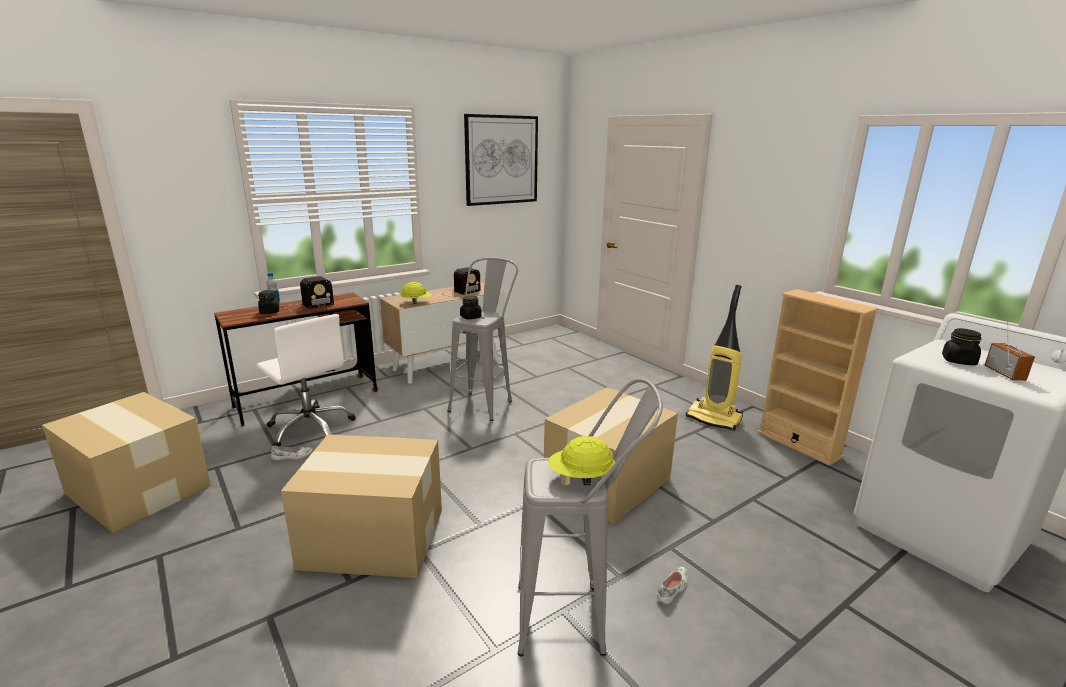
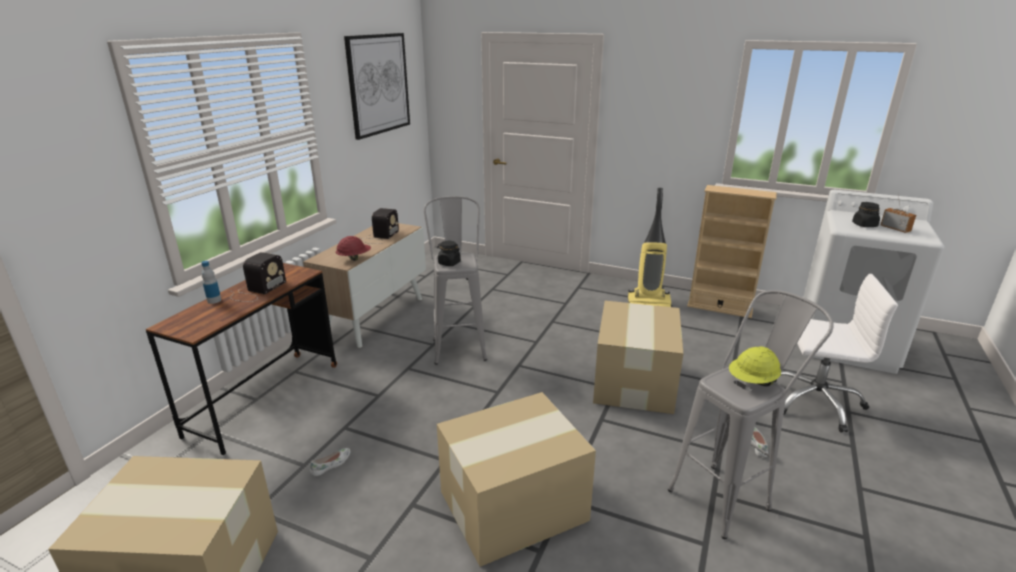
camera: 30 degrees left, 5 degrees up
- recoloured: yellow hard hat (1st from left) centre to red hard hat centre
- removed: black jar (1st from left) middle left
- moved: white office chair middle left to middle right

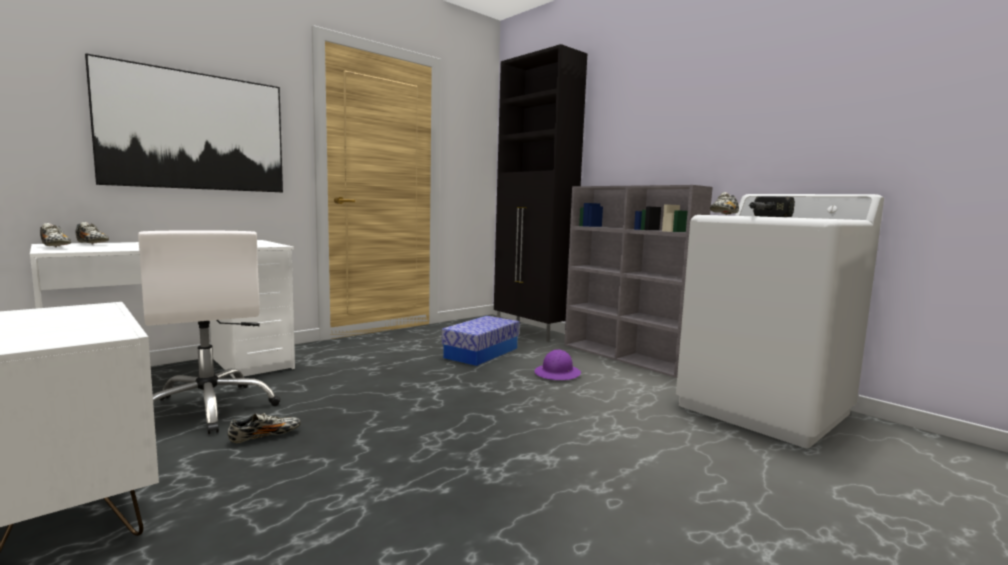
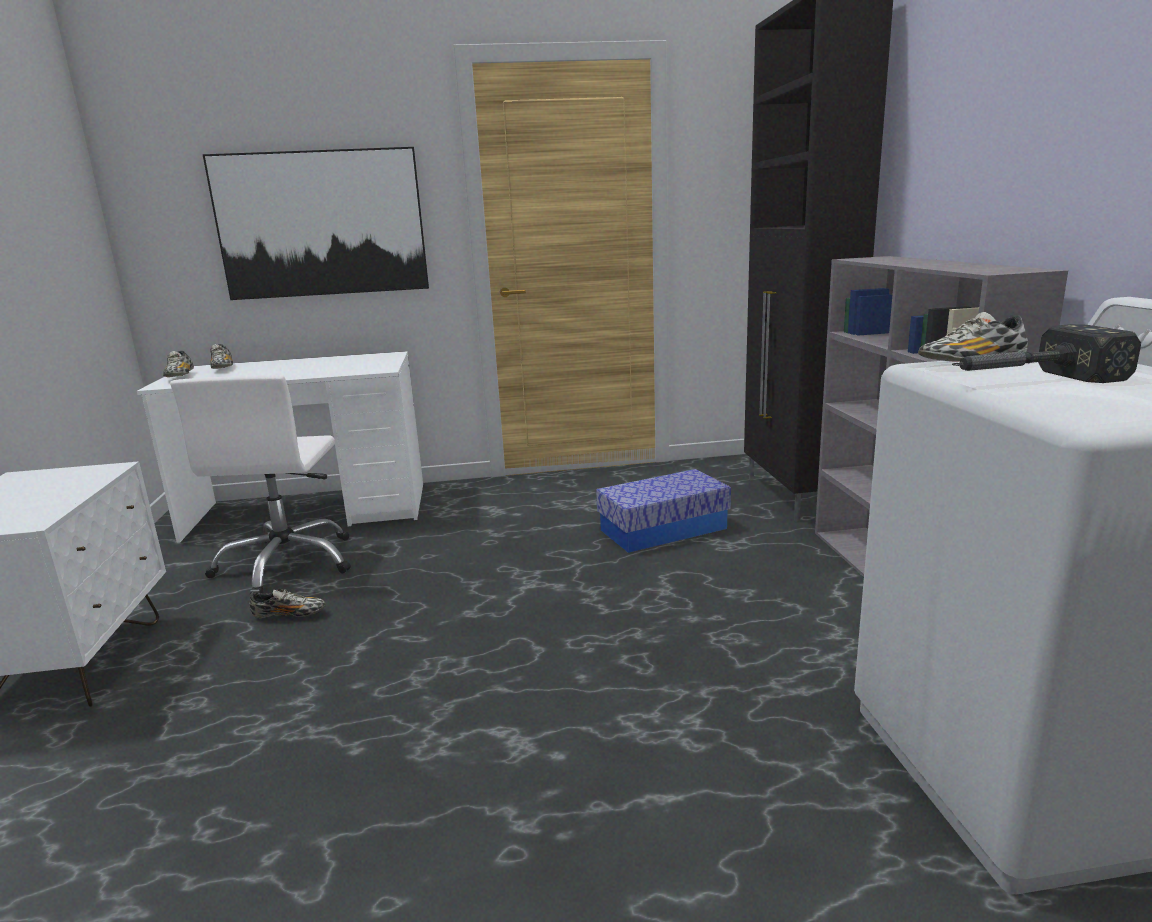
camera: 35 degrees right, 10 degrees up
- removed: purple hard hat centre

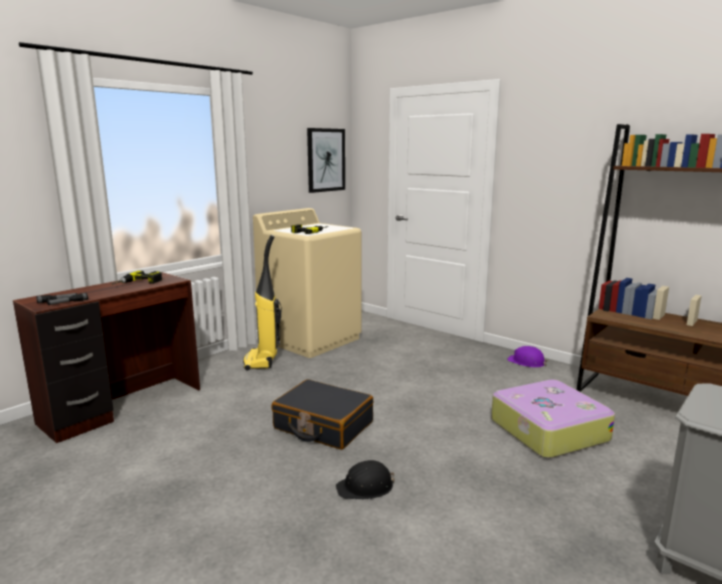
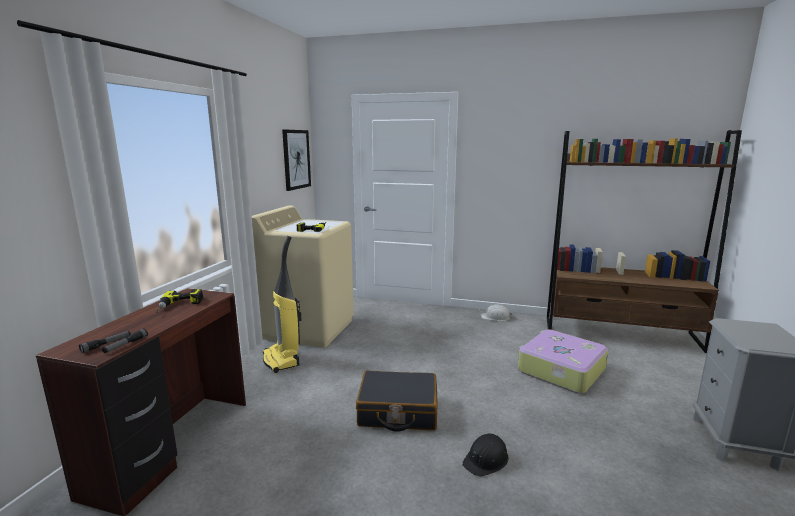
camera: 25 degrees left, 0 degrees up
- recoloured: purple hard hat middle right to white hard hat centre

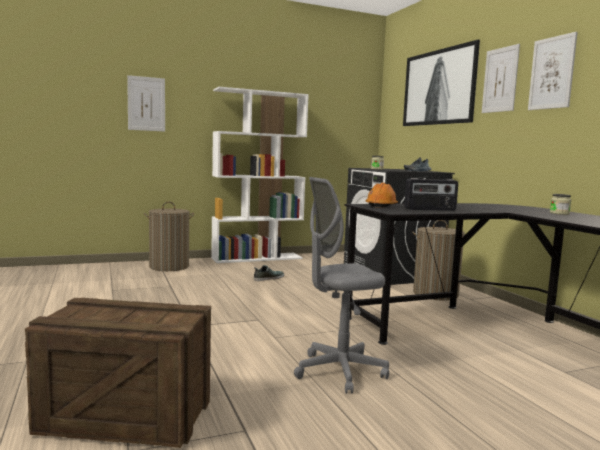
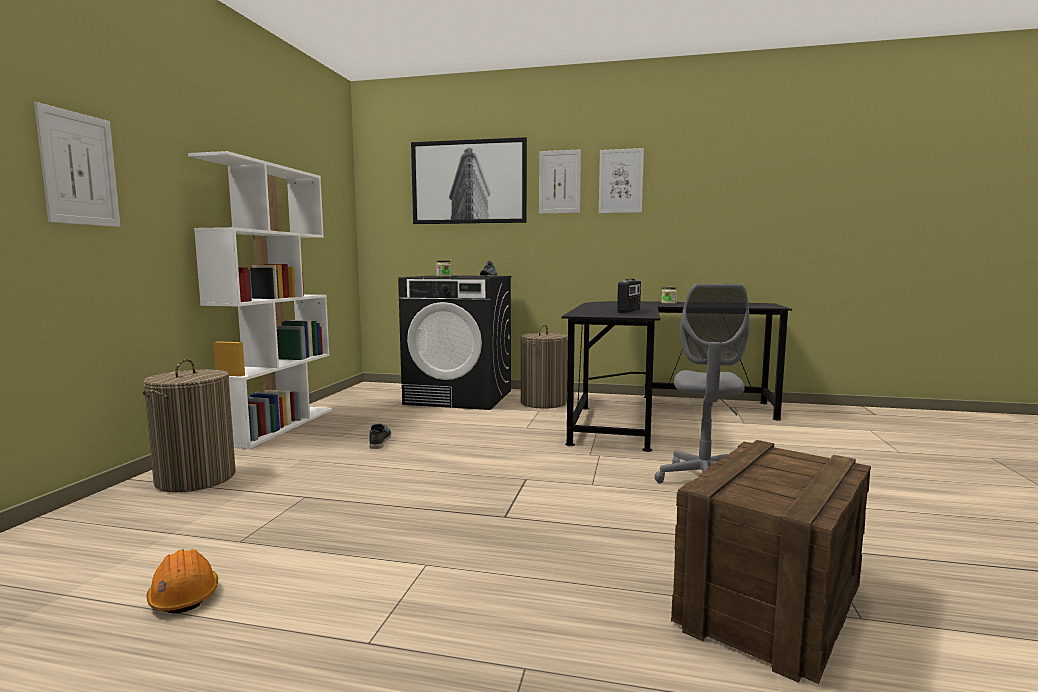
camera: 55 degrees left, 0 degrees up
- moved: orange hard hat centre to bottom left

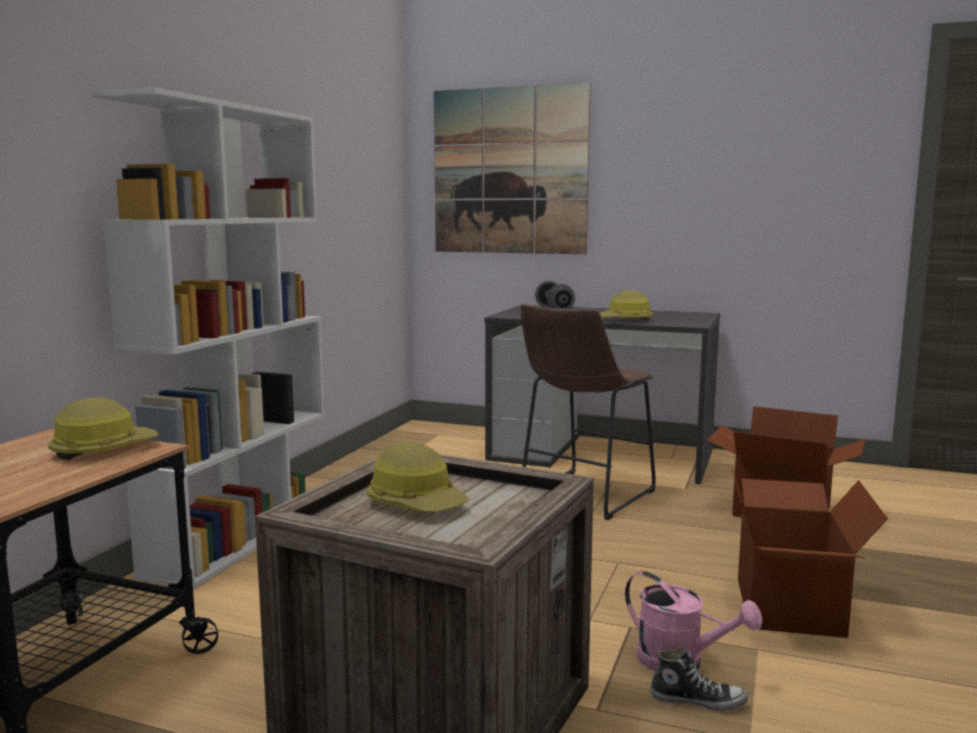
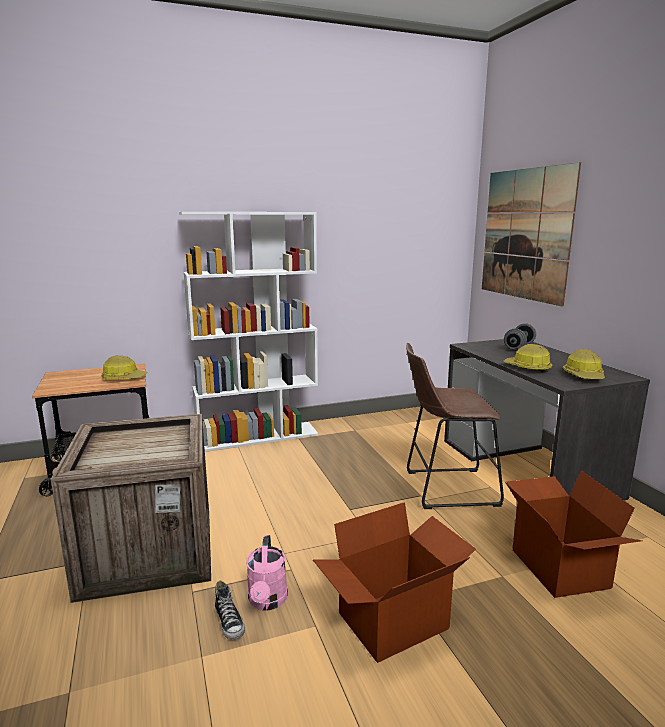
camera: 50 degrees right, 5 degrees up
- moved: hard hat (2nd from left in the first image) centre to hard hat (3rd from left) middle right

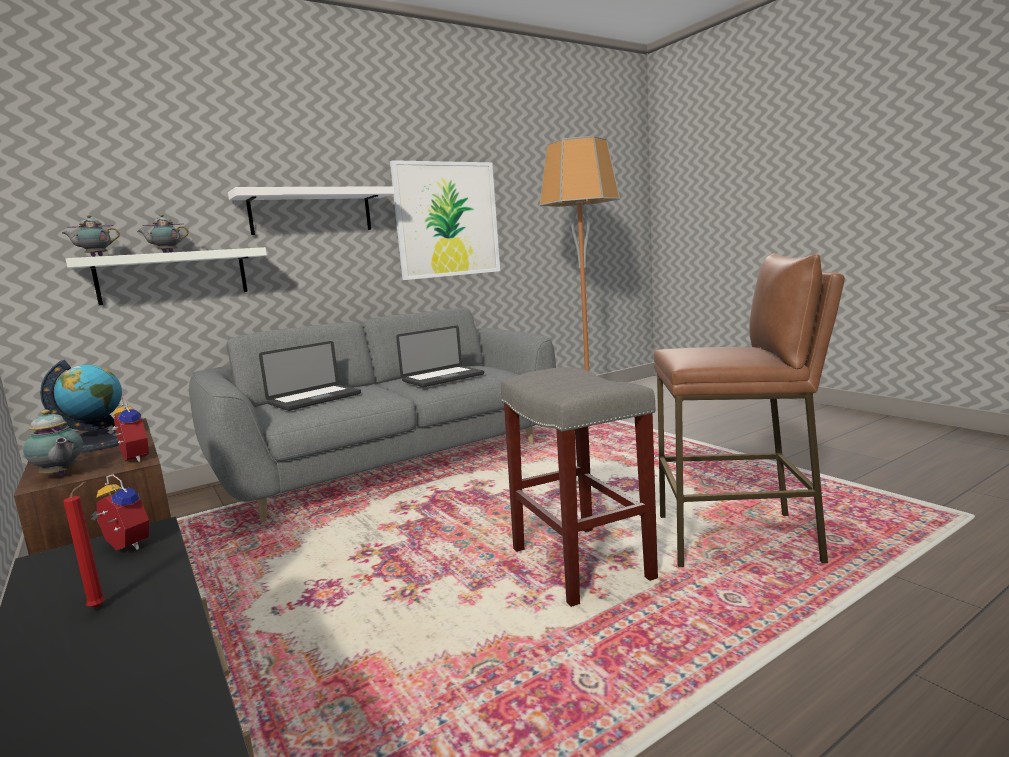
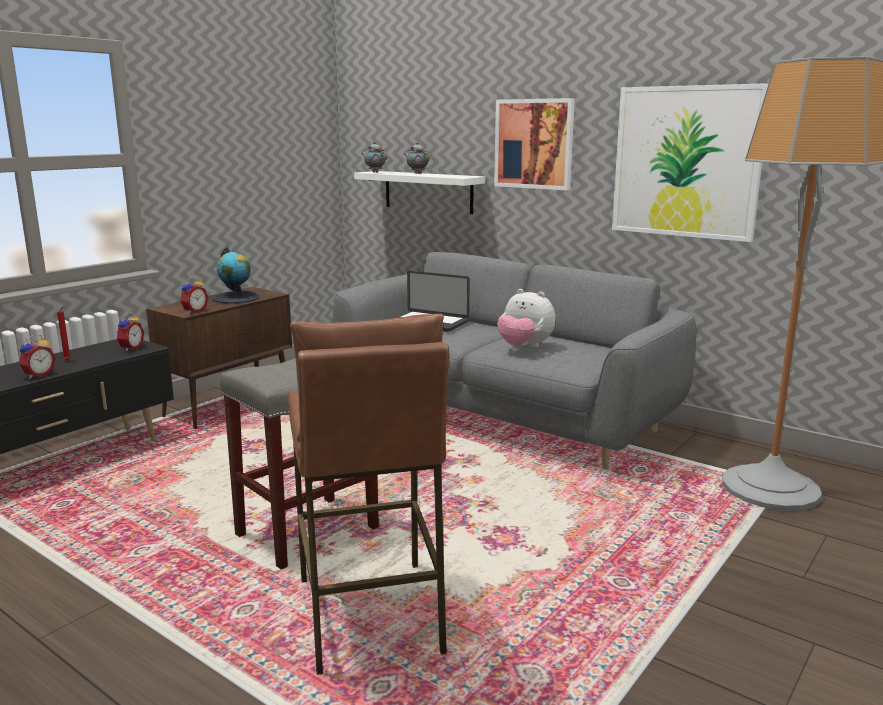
camera: 70 degrees right, 5 degrees up
- replaced: white shelf (2nd from left) top left to picture (1st from left) top centre
- replaced: laptop (2nd from left) centre to plush toy centre
- removed: teapot (1st from left) middle left
- added: alarm clock (1st from left) middle left

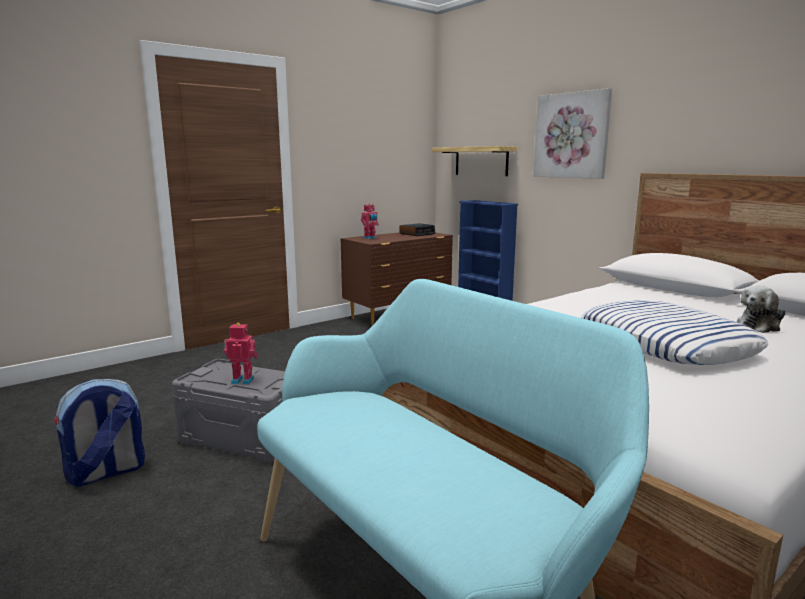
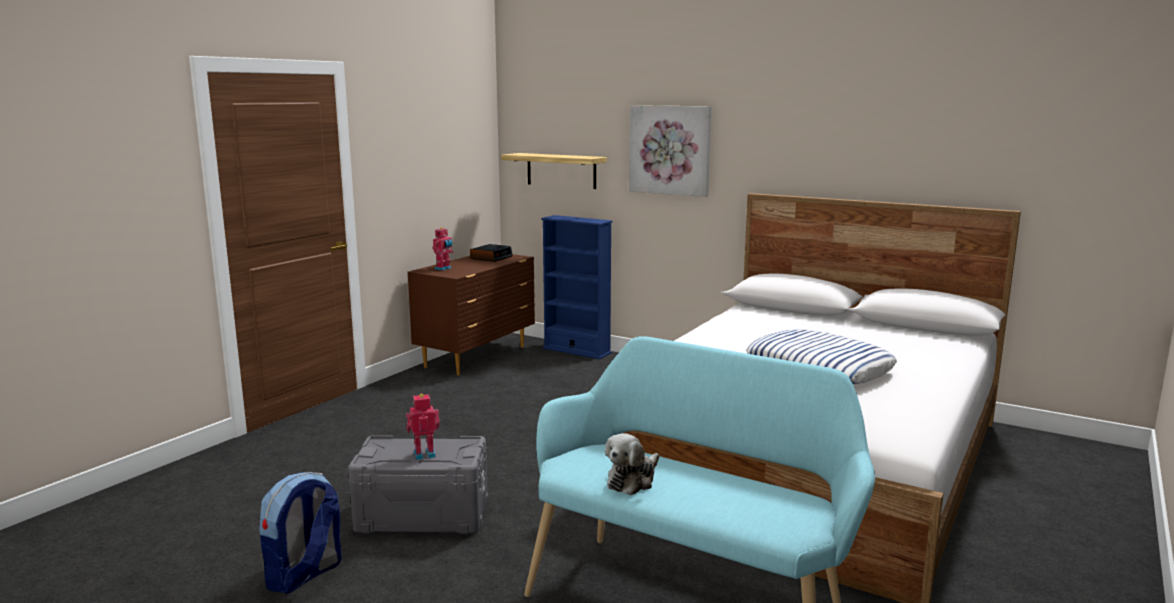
camera: 20 degrees left, 0 degrees up
- moved: plush toy middle right to bottom centre

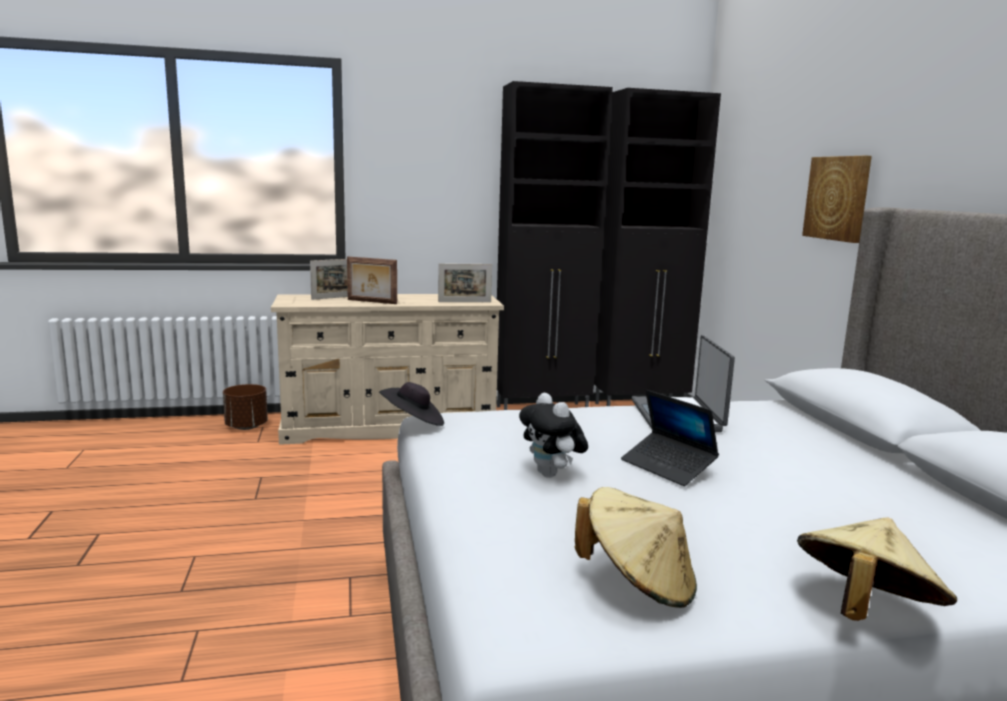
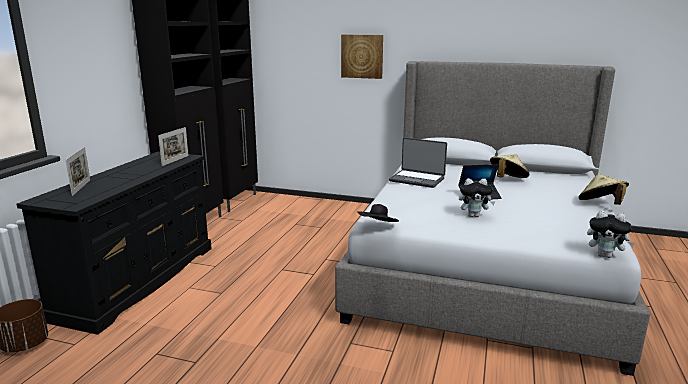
camera: 60 degrees left, 5 degrees up
- removed: picture frame (2nd from left) centre
- recoloured: beige dresser centre to black dresser middle left
- moved: beige hat (1st from left) bottom centre to middle right
- added: plush toy (2nd from left) middle right

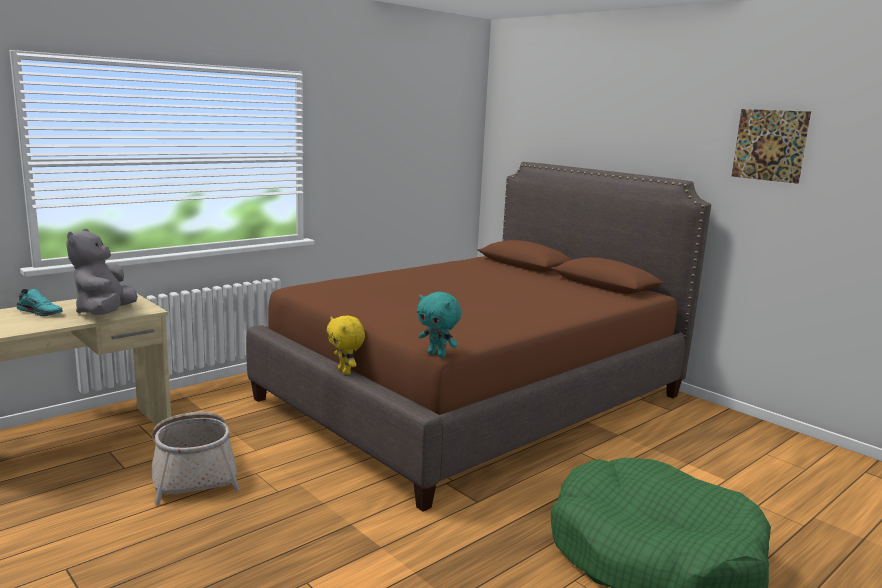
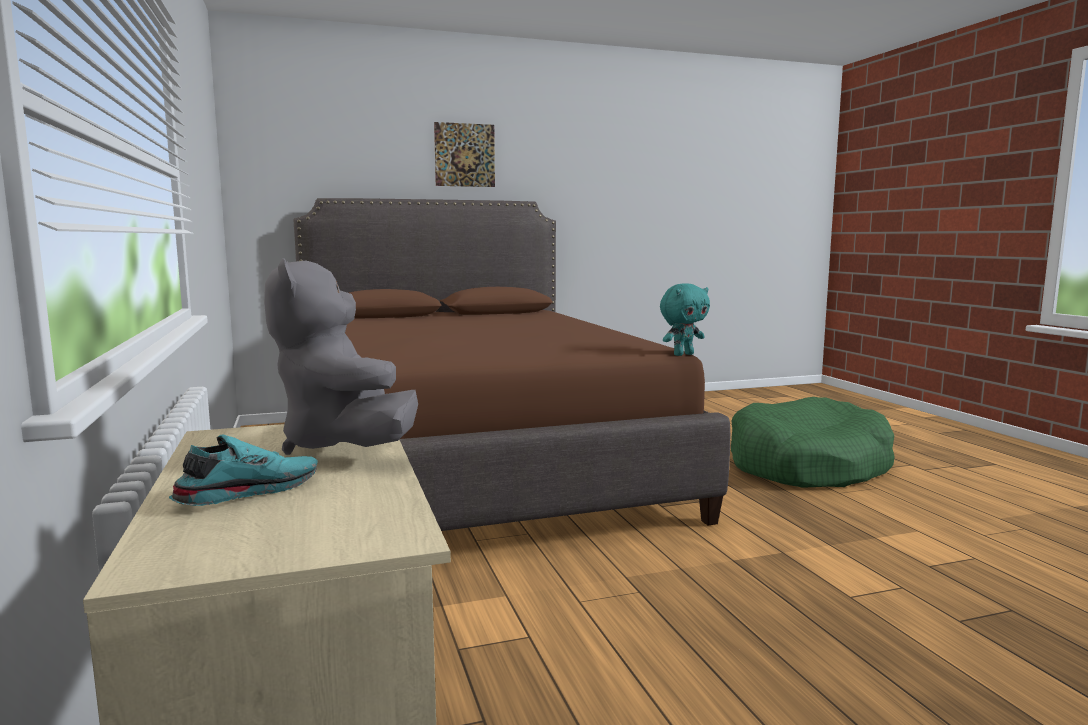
camera: 65 degrees left, 5 degrees down
- moved: picture top right to top centre
- turned: grey plush toy middle left = middle left 45 degrees clockwise
- removed: yellow plush toy centre
- removed: basket bottom left

